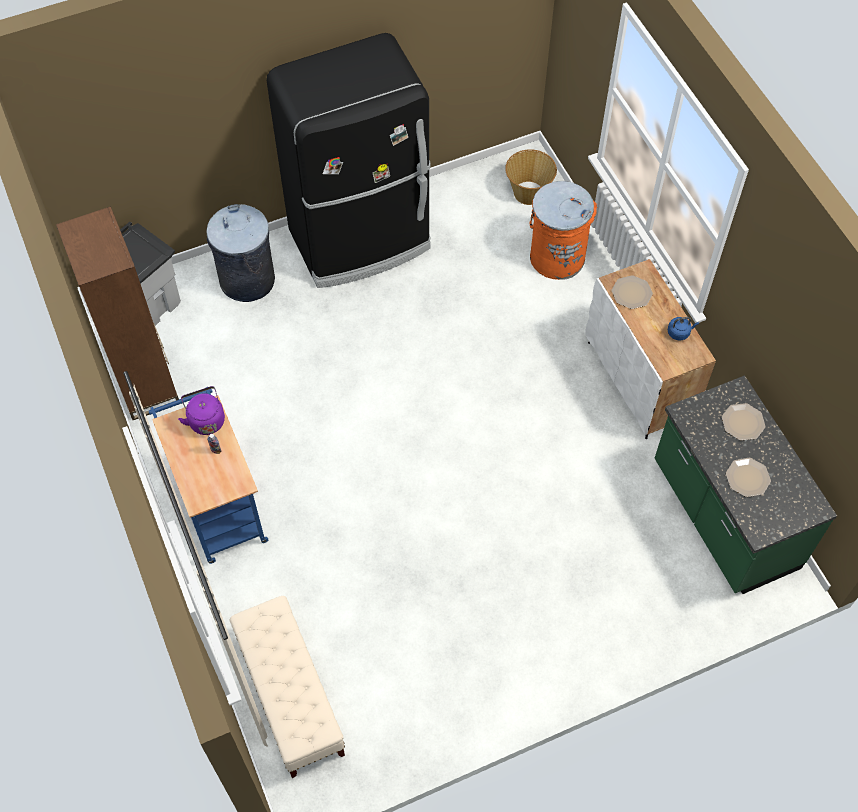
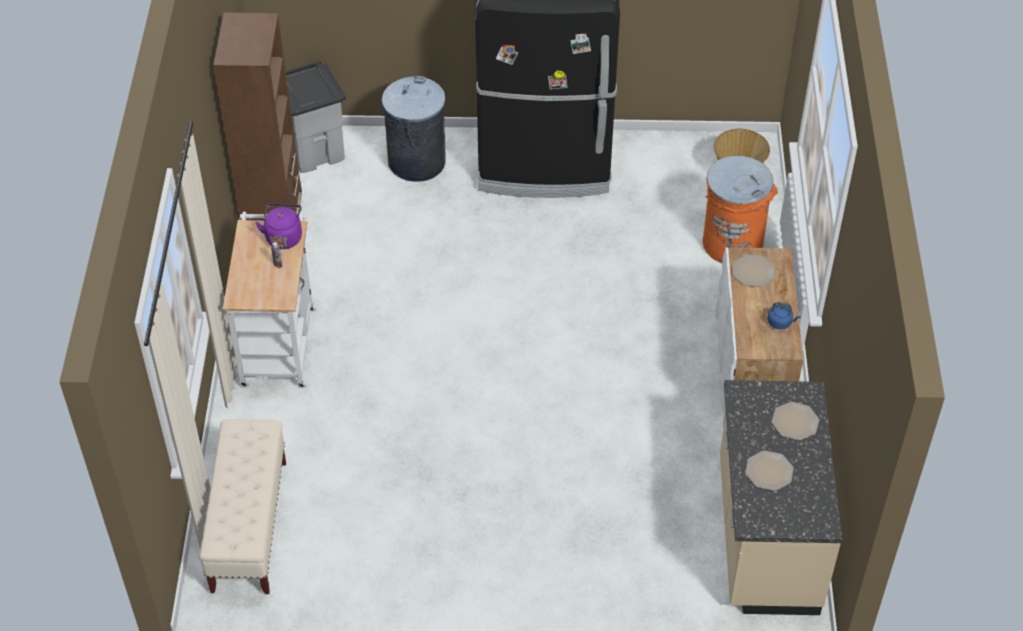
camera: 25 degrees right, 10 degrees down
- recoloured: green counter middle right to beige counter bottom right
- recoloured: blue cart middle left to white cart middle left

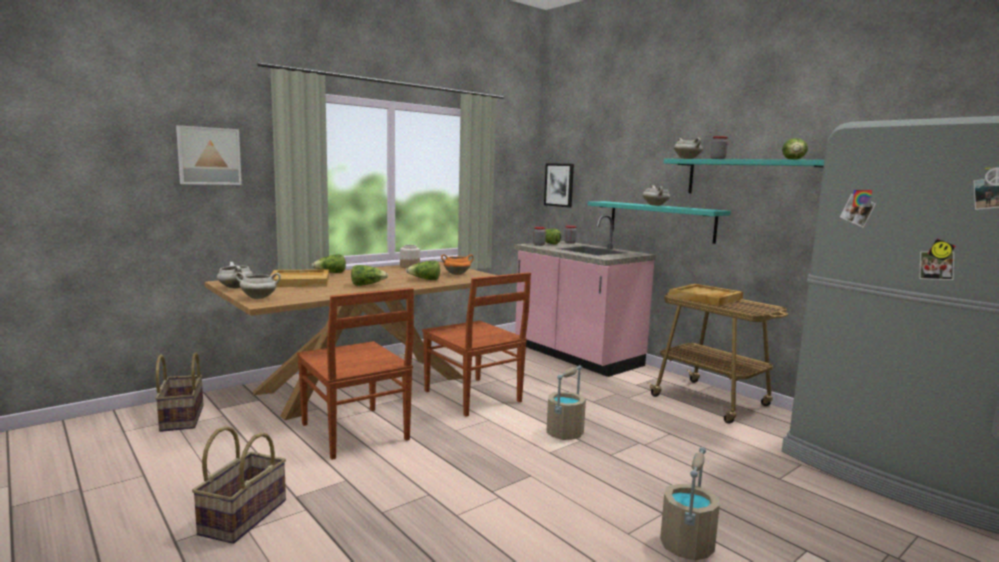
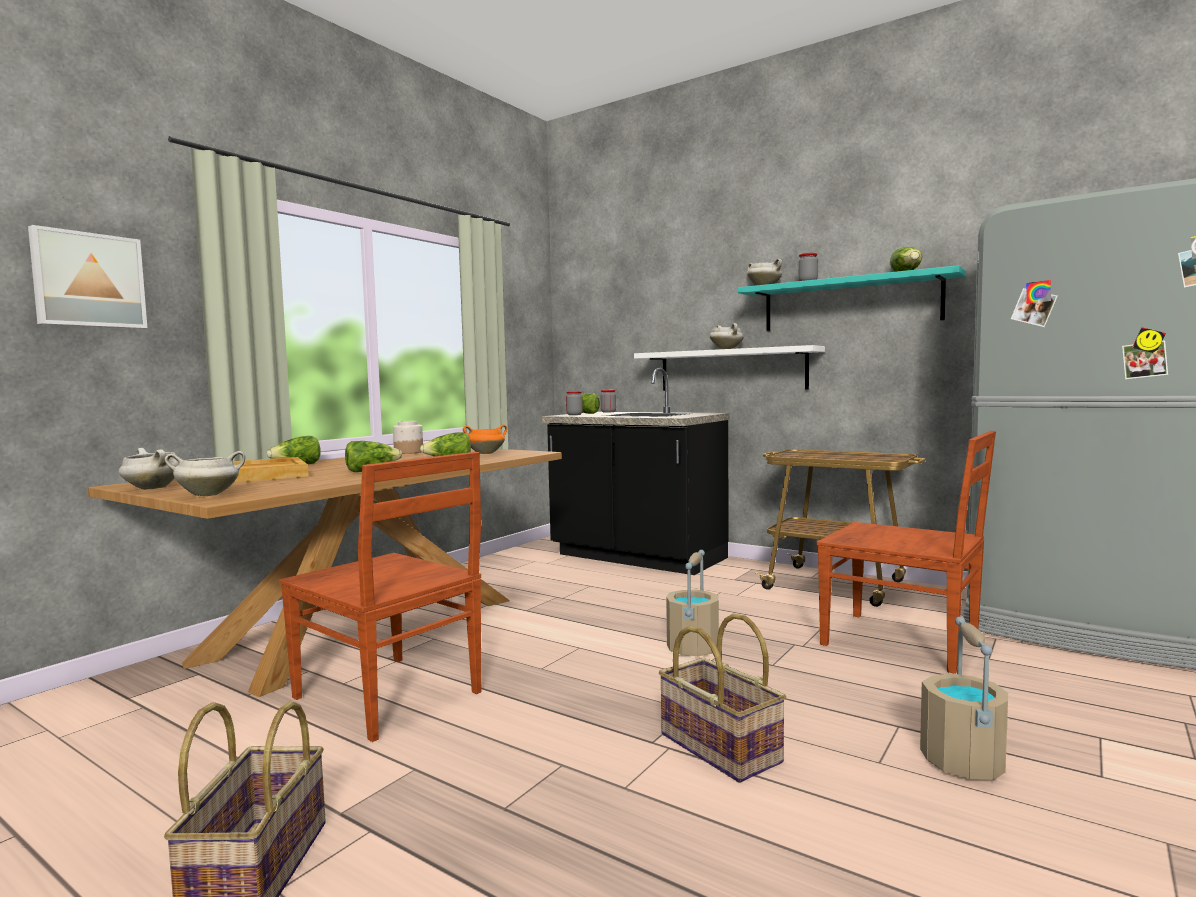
camera: 15 degrees left, 5 degrees down
- removed: picture (2nd from left) top centre
- recoloured: turquoise shelf (1st from left) centre to white shelf centre
- recoloured: pink counter centre to black counter centre
- moved: brown chair (2nd from left) centre to middle right
- removed: beige tray (2nd from left) middle right
- moved: basket (1st from left in the first image) bottom left to basket (2nd from left) bottom centre

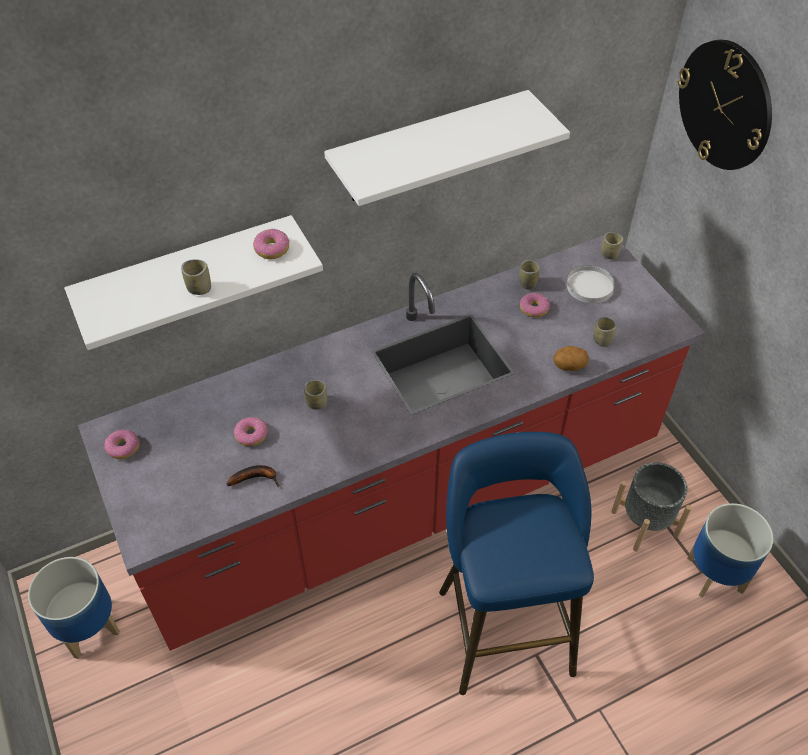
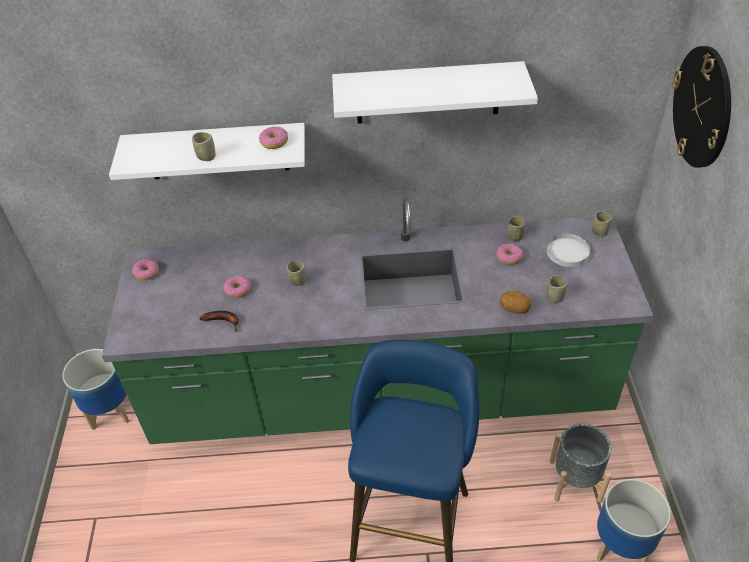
camera: 25 degrees right, 5 degrees down
- recoloured: red counter centre to green counter centre

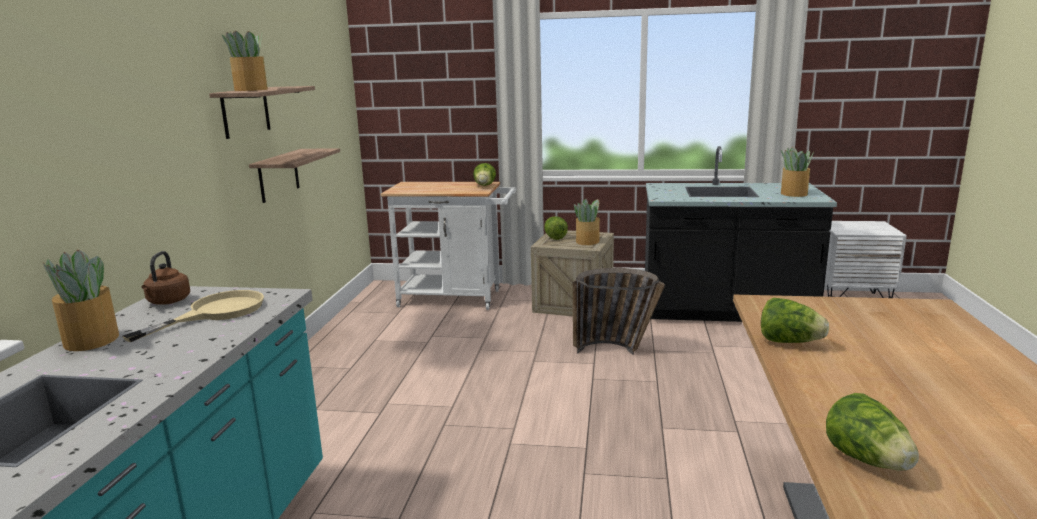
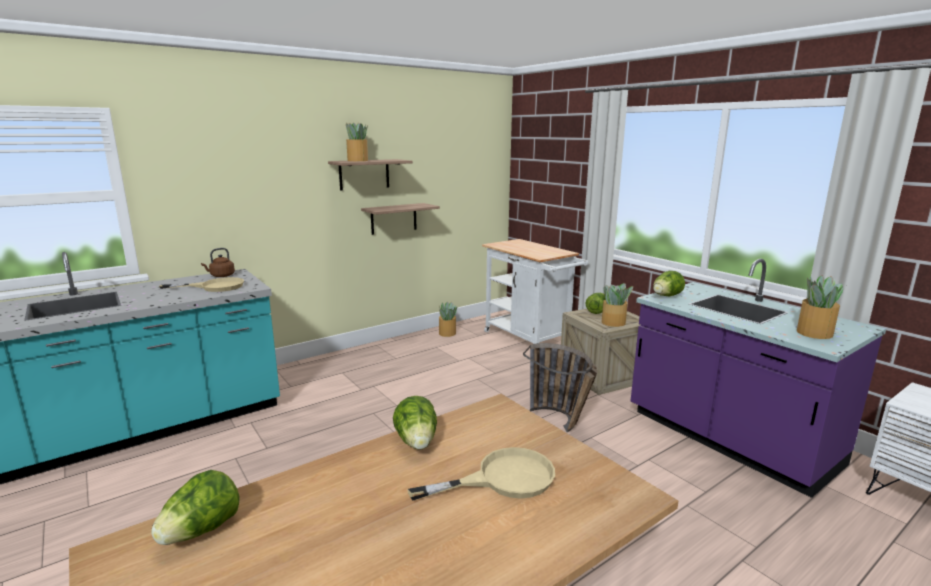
camera: 45 degrees right, 0 degrees up
- recoloured: black counter middle right to purple counter middle right
- moved: lettuce (1st from left in the first image) centre to lettuce (4th from left) middle right
- moved: potted plant (1st from left in the first image) middle left to potted plant (2nd from left) centre
- added: beige frying pan (2nd from left) bottom centre

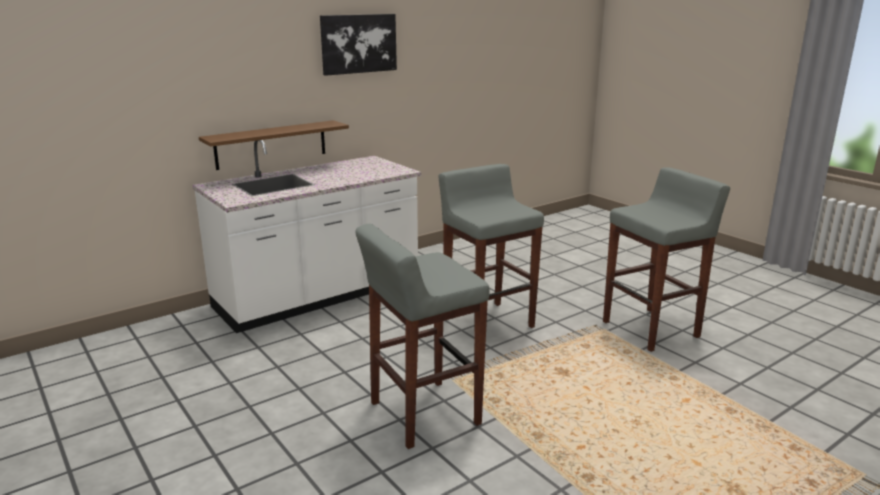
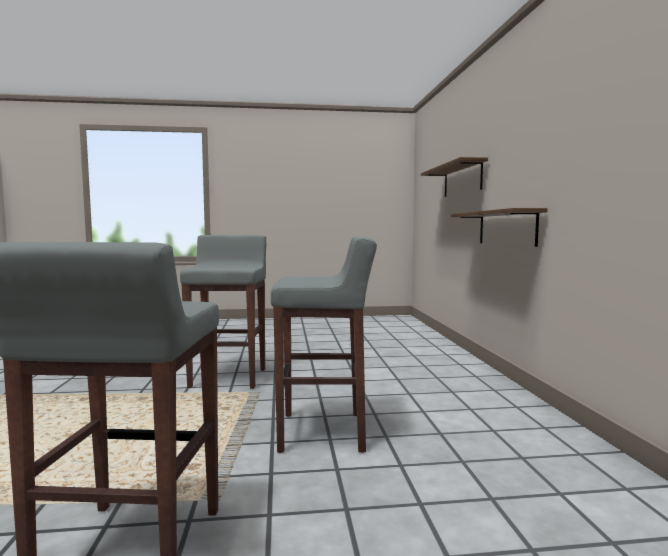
camera: 120 degrees right, 15 degrees down
- removed: picture top centre
- removed: white counter centre
- added: brown shelf (1st from left) top right

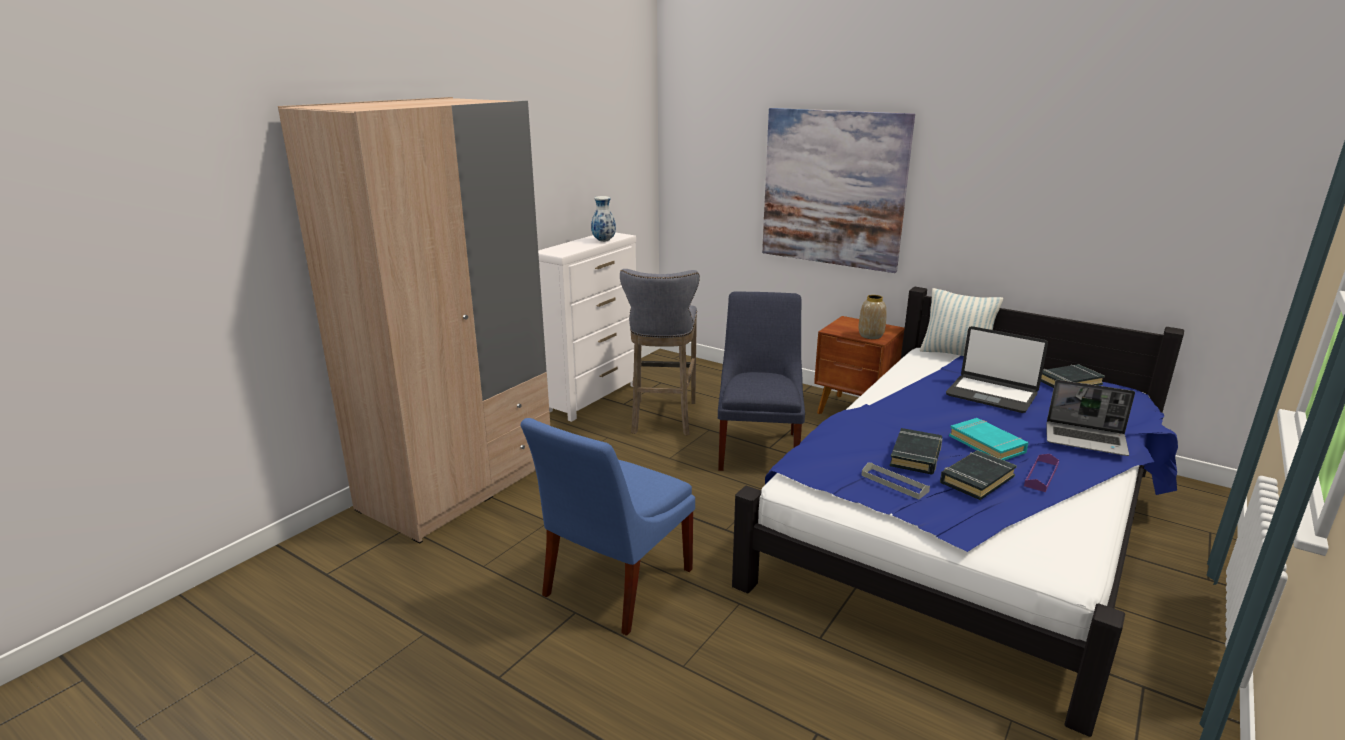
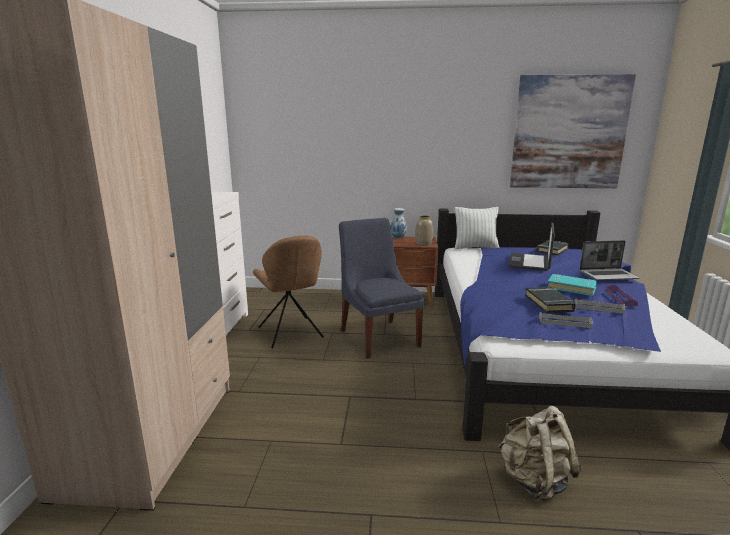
camera: 30 degrees left, 5 degrees down
- moved: picture top centre to top right
- moved: vase (1st from left) top centre to centre
- replaced: grey stool centre to brown chair centre
- turned: laptop (1st from left) middle right = middle right 105 degrees clockwise
- removed: blue chair (1st from left) bottom centre
- replaced: black book (2nd from left) middle right to grey tray (2nd from left) middle right
- added: beige backpack bottom right

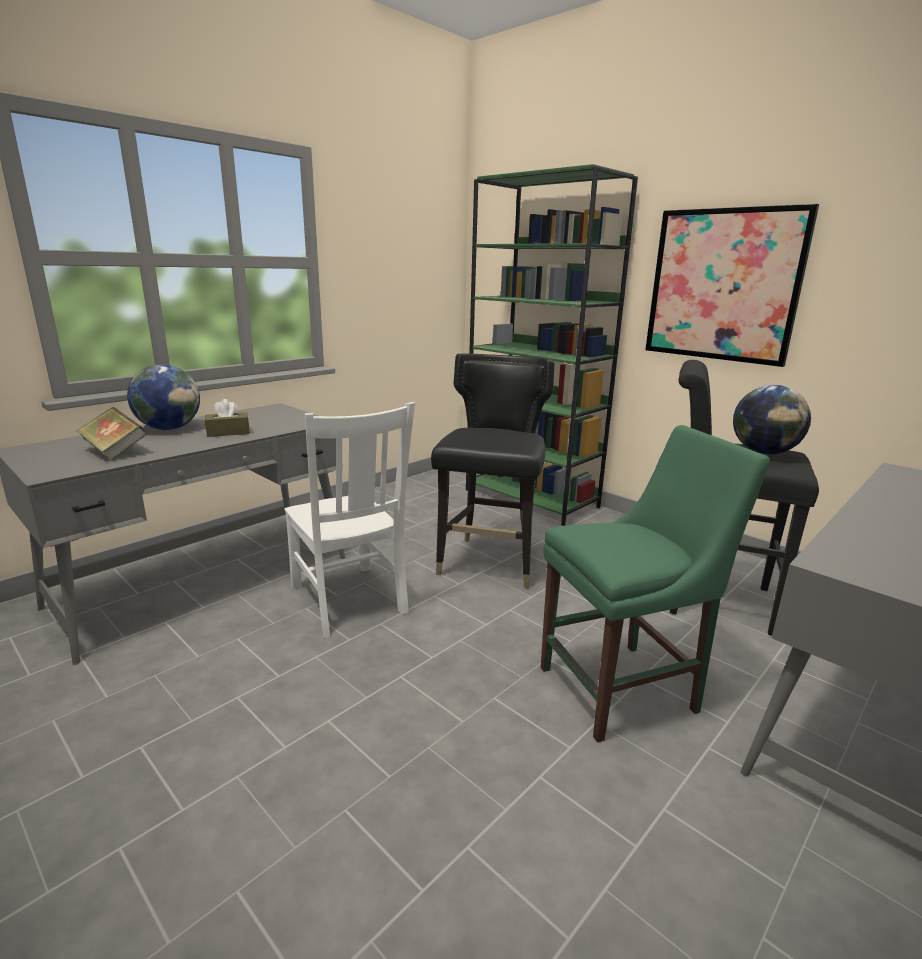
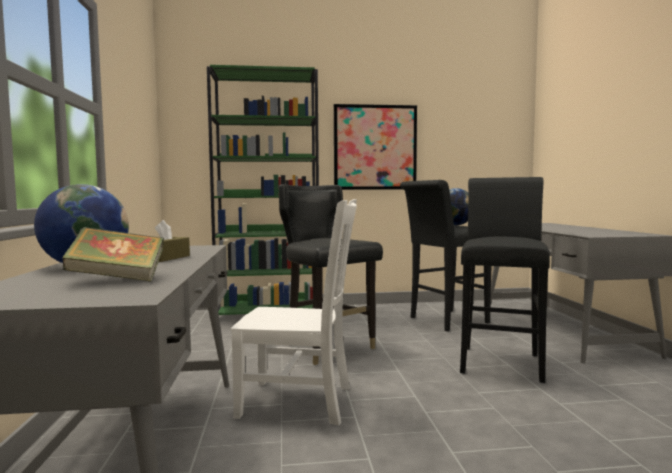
camera: 50 degrees left, 15 degrees down
- replaced: green chair middle right to black stool (2nd from left) middle right

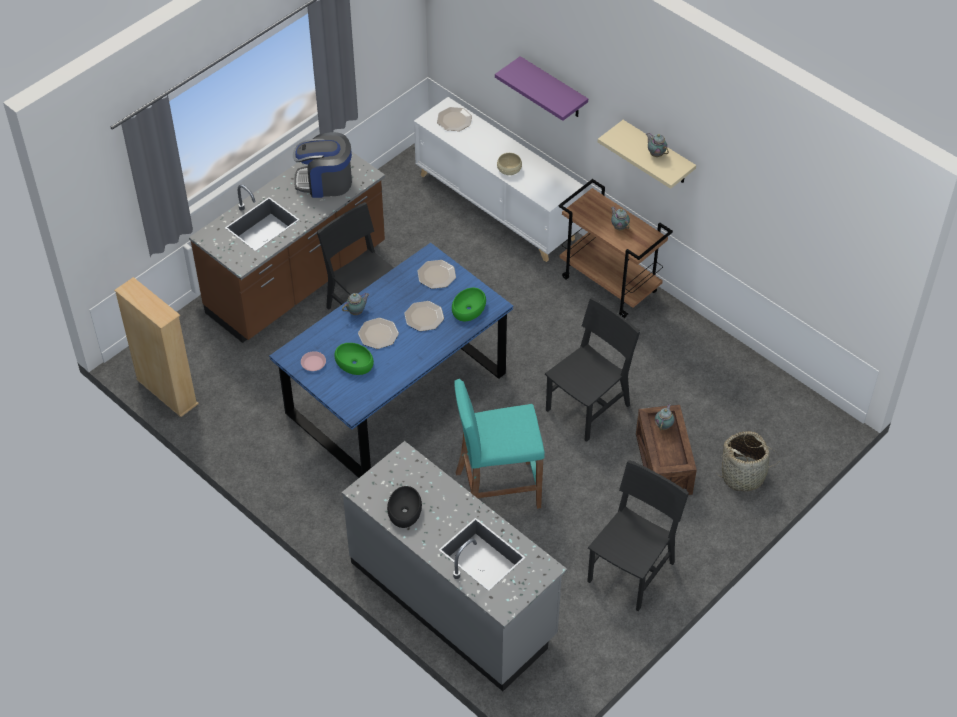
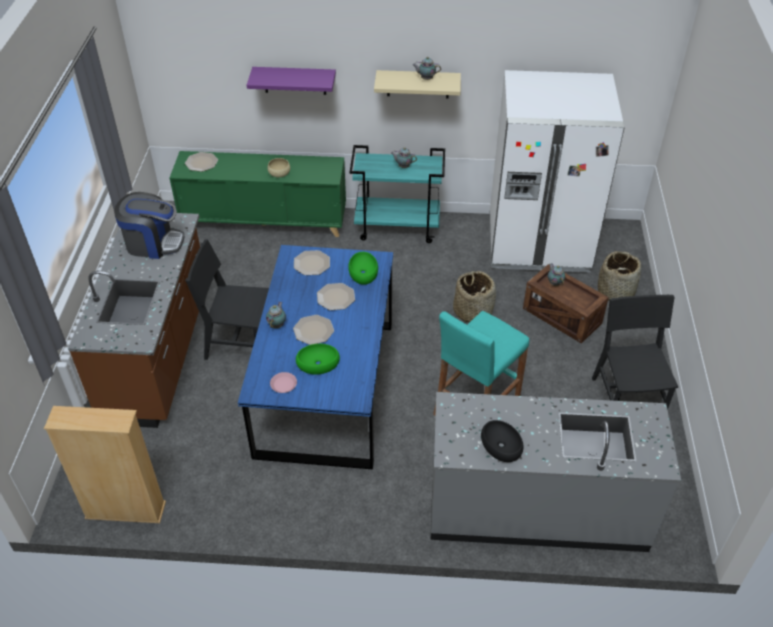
camera: 40 degrees left, 5 degrees down
- recoloured: white cabinet top centre to green cabinet top left
- turned: coffee machine top centre = middle left 135 degrees counterclockwise
- recoloured: brown cart centre to turquoise cart top centre
- replaced: black chair (2nd from left) centre to basket (1st from left) centre
- added: white fridge top right

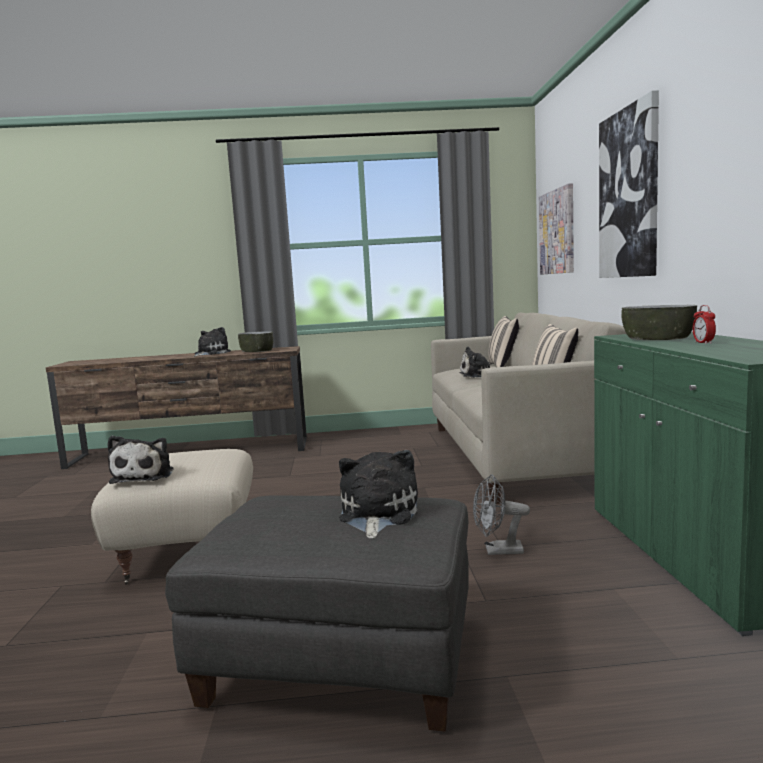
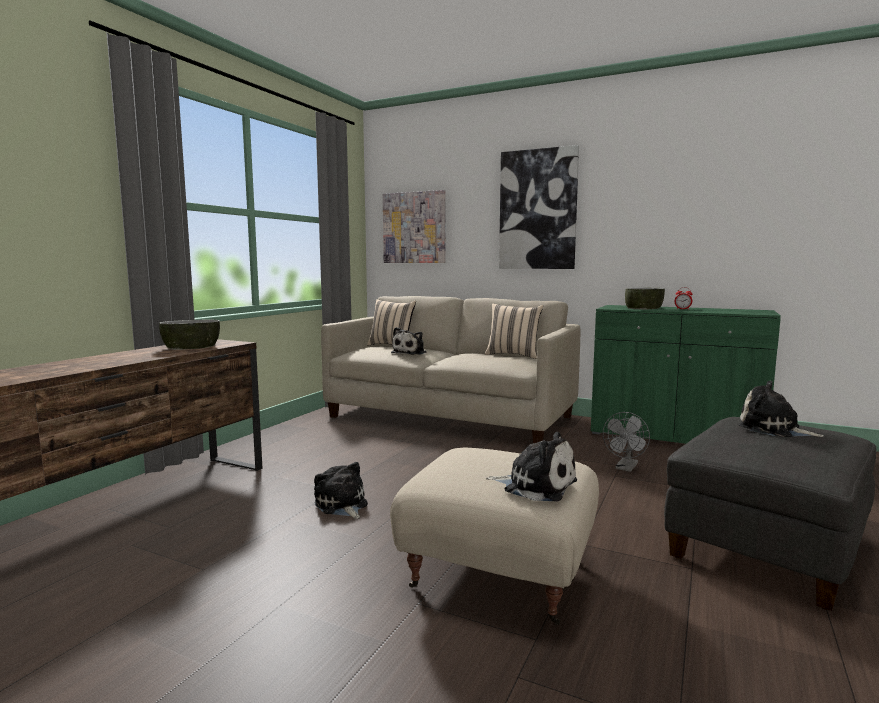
camera: 60 degrees left, 0 degrees up
- moved: plush toy (2nd from left in the first image) middle left to plush toy (1st from left) bottom centre

